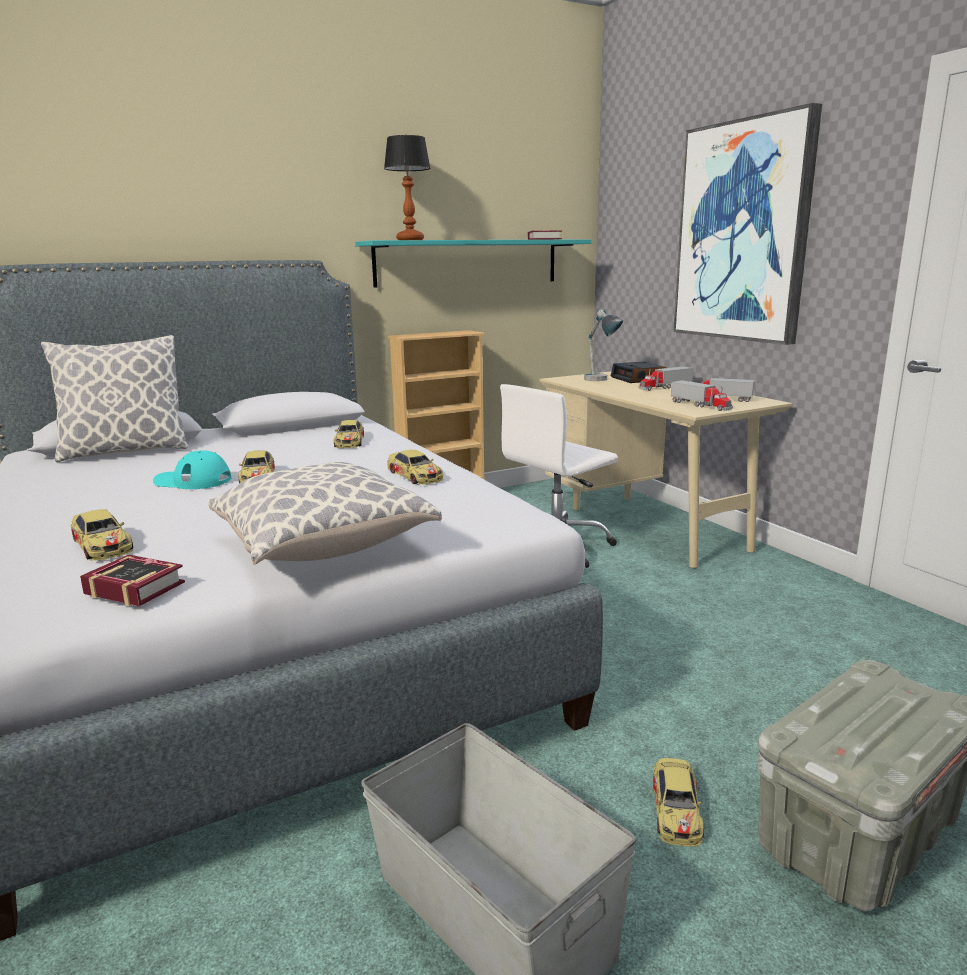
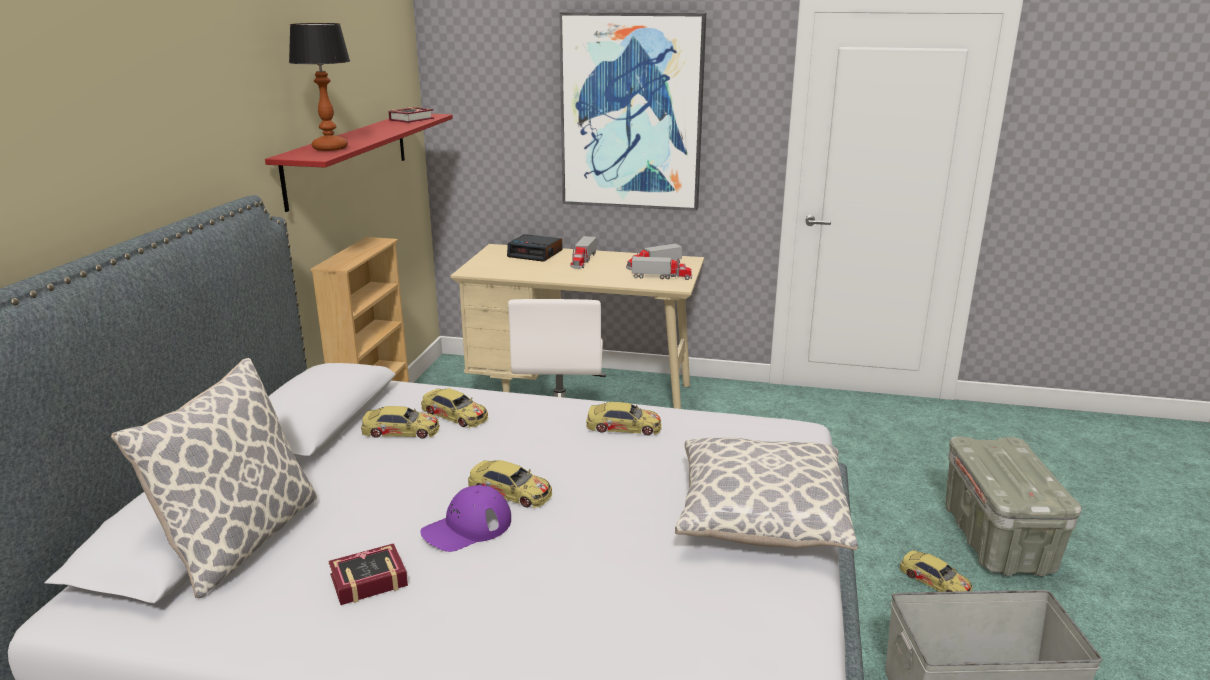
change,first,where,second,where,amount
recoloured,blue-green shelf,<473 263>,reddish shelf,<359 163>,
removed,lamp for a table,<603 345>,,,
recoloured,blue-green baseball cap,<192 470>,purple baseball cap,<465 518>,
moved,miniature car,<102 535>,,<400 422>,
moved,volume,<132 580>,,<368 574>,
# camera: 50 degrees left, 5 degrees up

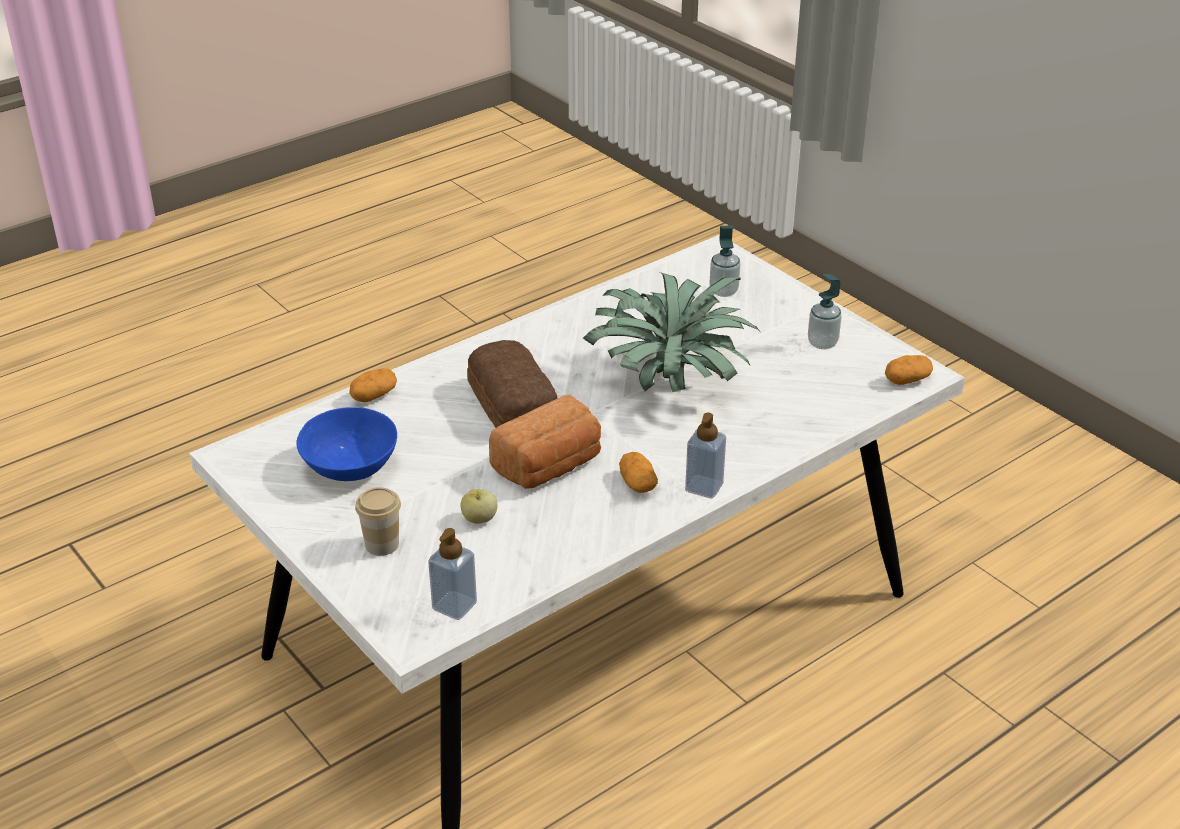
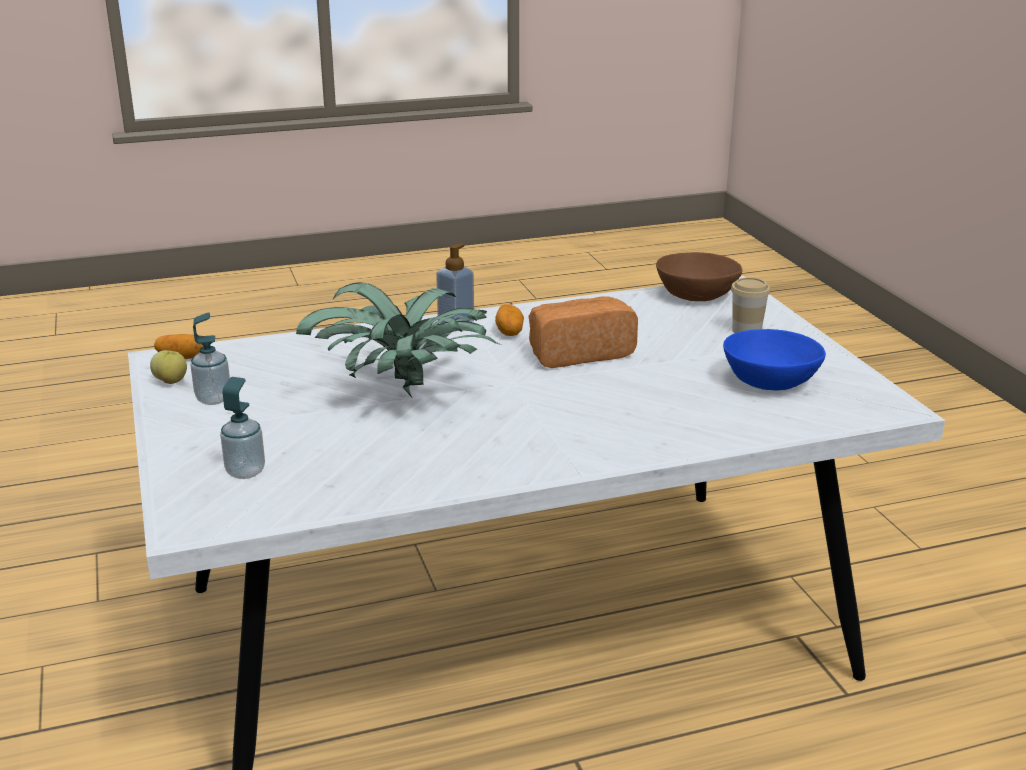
change,first,where,second,where,amount
removed,bread,<512 384>,,,
removed,spud,<373 385>,,,
moved,apple,<479 506>,,<168 367>,
replaced,soap bottle,<452 574>,brown bowl,<699 276>,
# camera: 160 degrees left, 10 degrees down

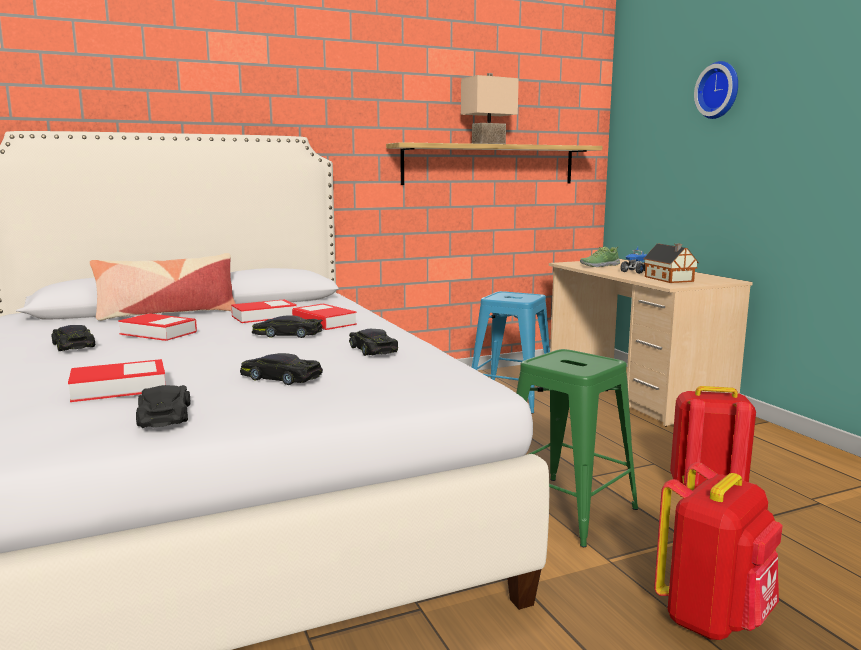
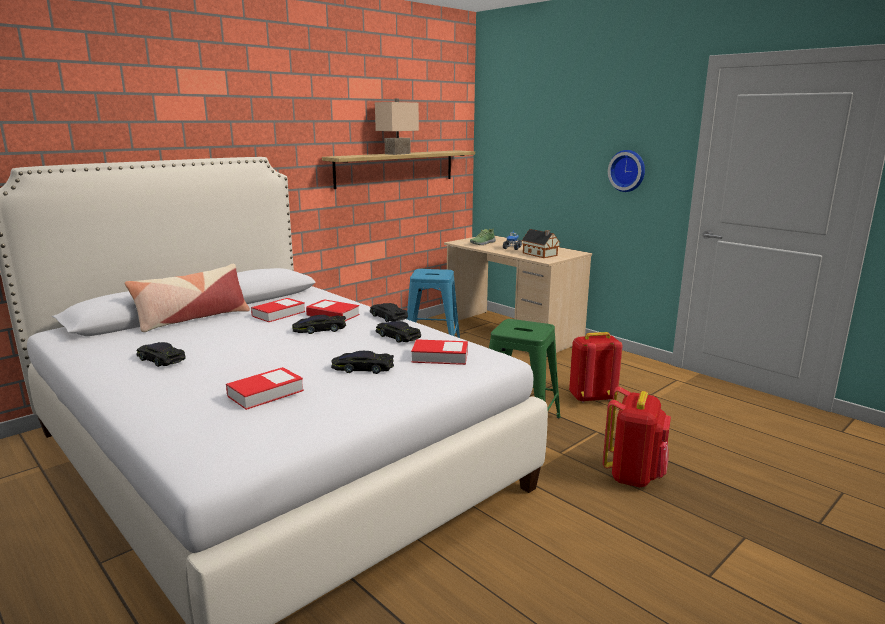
change,first,where,second,where,amount
moved,hanging clock,<716 90>,,<626 171>,
moved,volume,<157 327>,,<439 352>,
moved,black miniature car,<163 406>,,<389 312>,
# camera: 20 degrees left, 5 degrees up

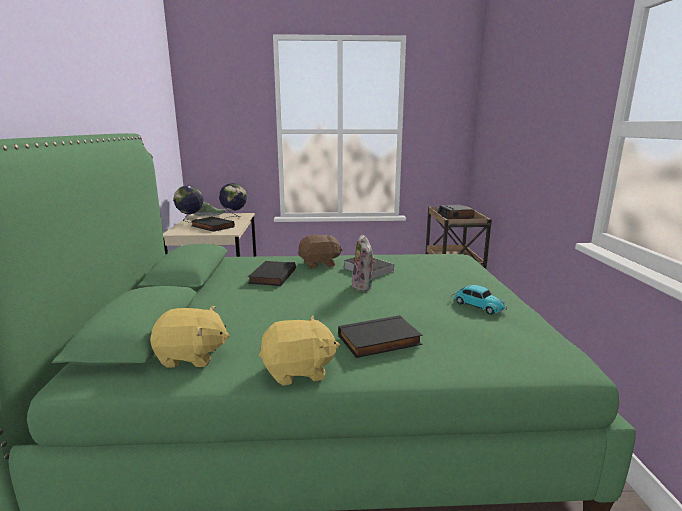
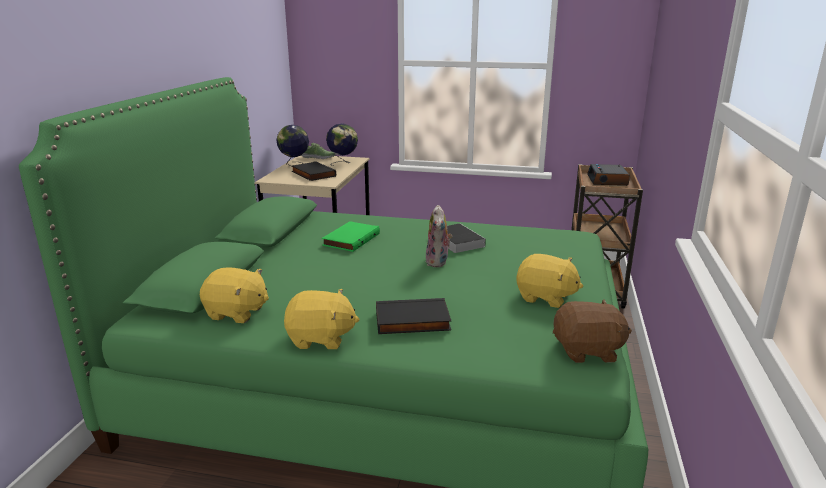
change,first,where,second,where,amount
moved,brown plush toy,<320 252>,,<592 331>,
recoloured,black volume,<272 273>,green-coloured volume,<351 236>,
replaced,miniature car,<479 300>,yellow-coloured plush toy,<549 281>,
# camera: 15 degrees right, 5 degrees up

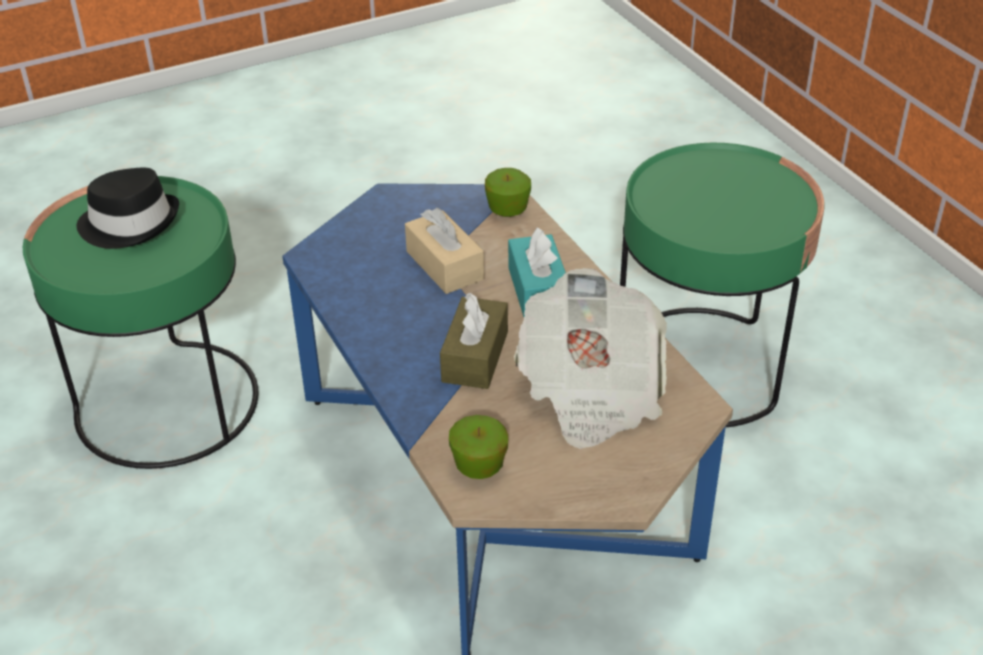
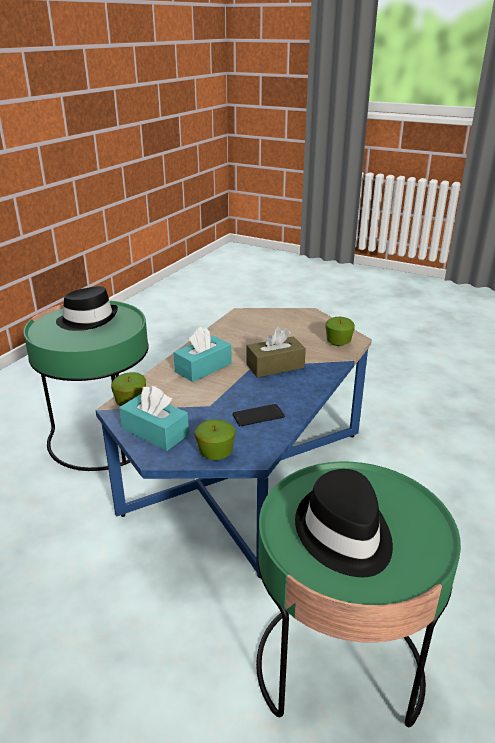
change,first,where,second,where,amount
removed,beige tissue holder,<444 251>,,,
removed,newspaper,<590 358>,,,
added,,,black hat,<87 308>,
added,,,blue-green tissue holder,<154 418>,
added,,,handset,<258 415>,
added,,,apple,<215 439>,
# camera: 125 degrees left, 10 degrees down

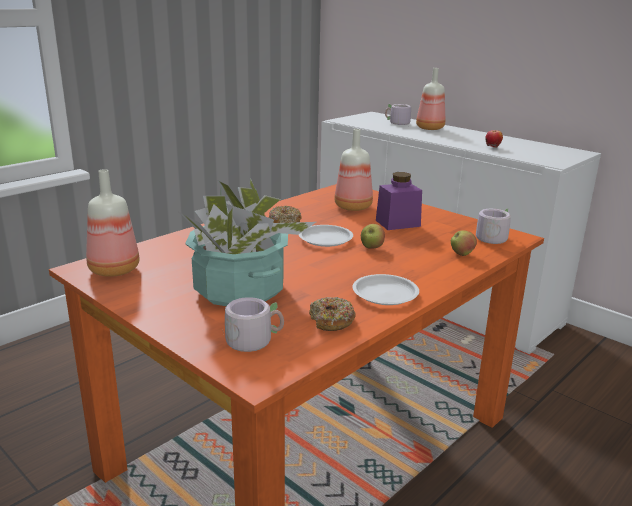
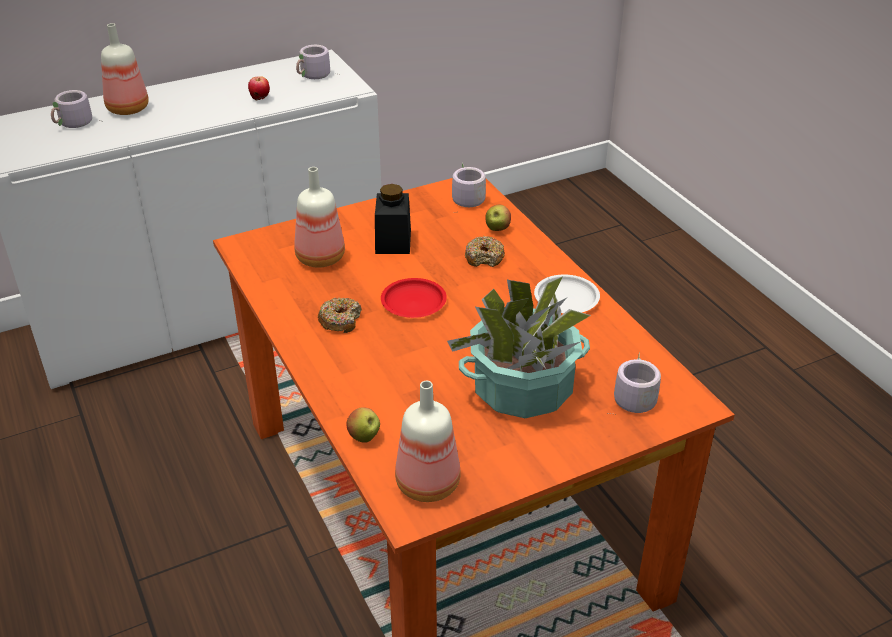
change,first,where,second,where,amount
recoloured,purple jar,<399 201>,black jar,<393 219>,
moved,apple,<373 236>,,<363 425>,
recoloured,whitish flat dish,<326 236>,reddish flat dish,<414 298>,
moved,doughnut,<332 314>,,<485 251>,
added,,,grey coffee mug,<317 62>,
# camera: 70 degrees left, 15 degrees up

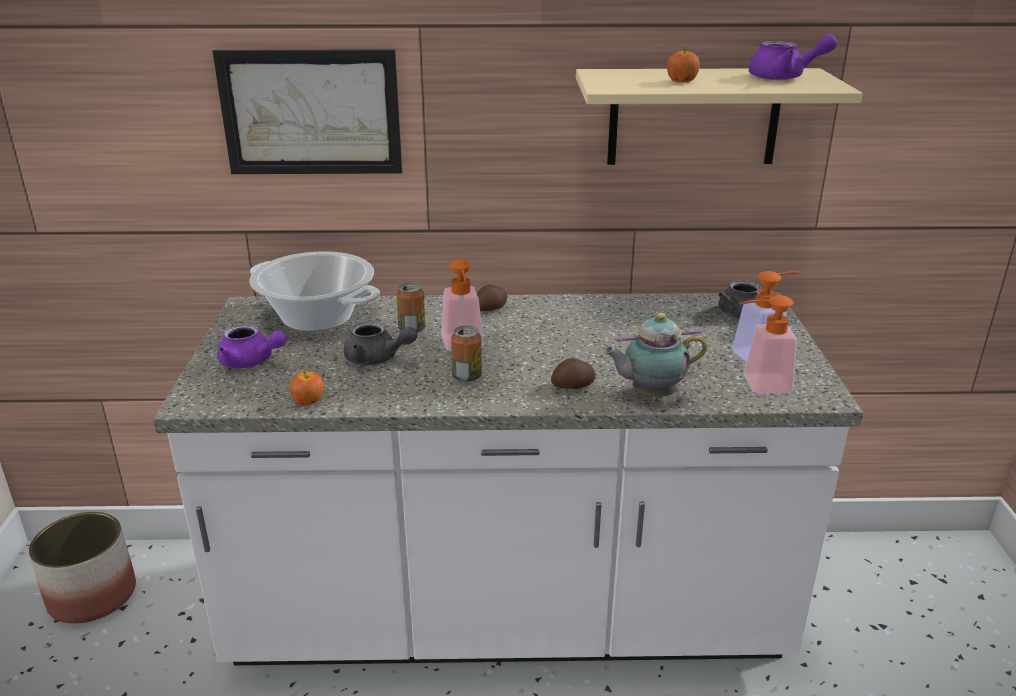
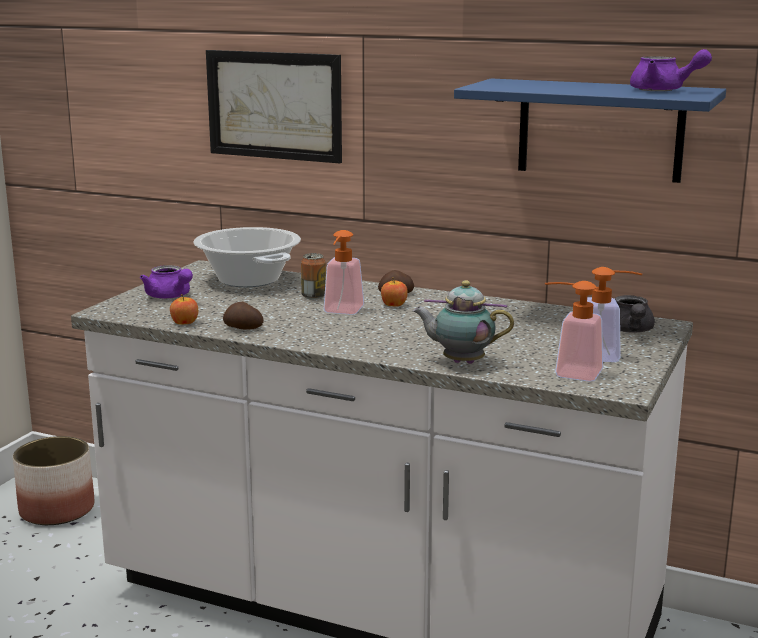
change,first,where,second,where,amount
moved,apple,<683 64>,,<394 291>,
recoloured,beige shelf,<719 116>,blue-coloured shelf,<590 130>,
removed,grey teapot,<380 343>,,,
removed,metal can,<466 353>,,,
moved,spud,<573 373>,,<243 316>,
# camera: 25 degrees right, 10 degrees down

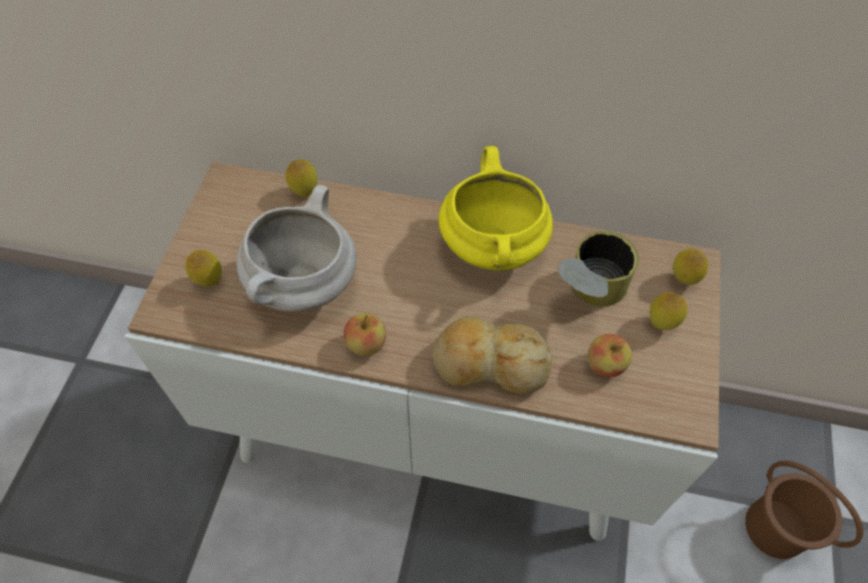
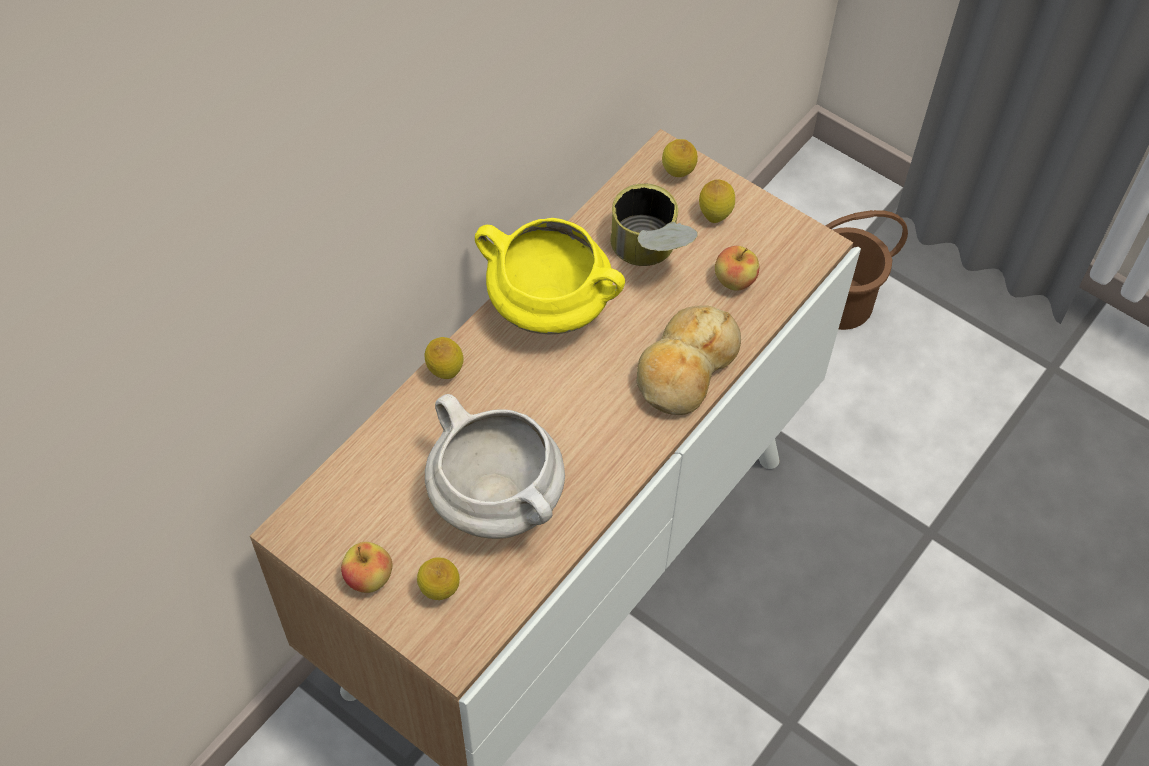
change,first,where,second,where,amount
moved,lemon,<301 178>,,<444 358>,
moved,apple,<365 335>,,<367 567>,
# camera: 65 degrees left, 0 degrees up

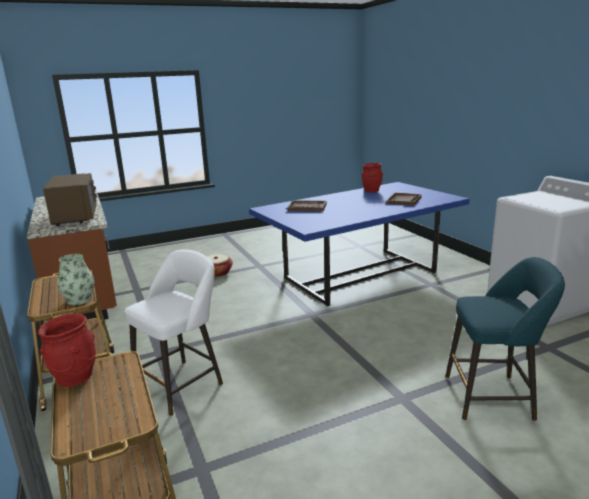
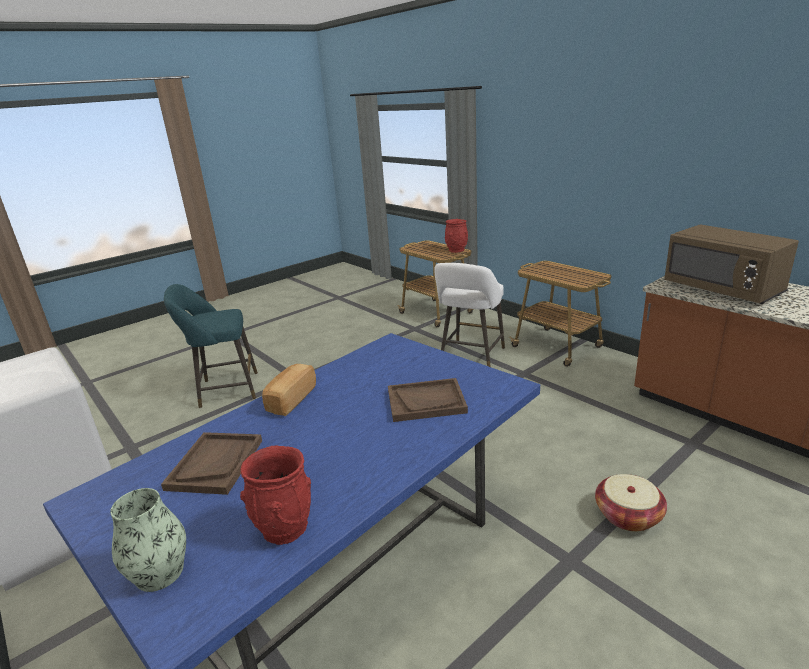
change,first,where,second,where,amount
moved,flower vase,<75 279>,,<148 540>,
added,,,bread,<289 390>,
# camera: 165 degrees right, 5 degrees up

